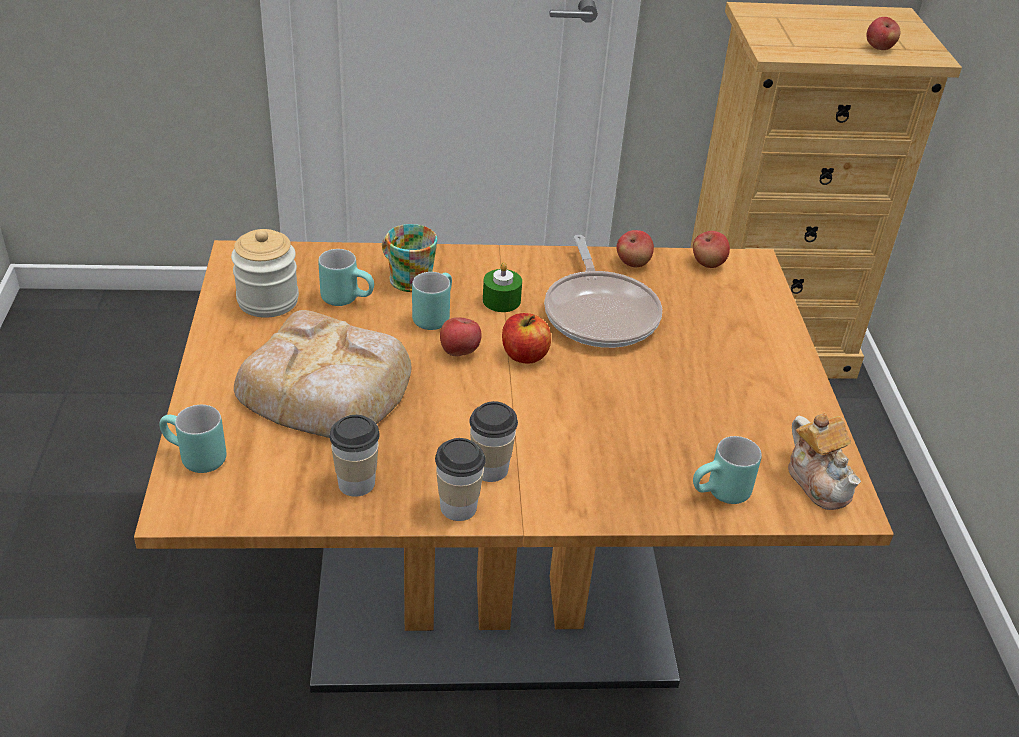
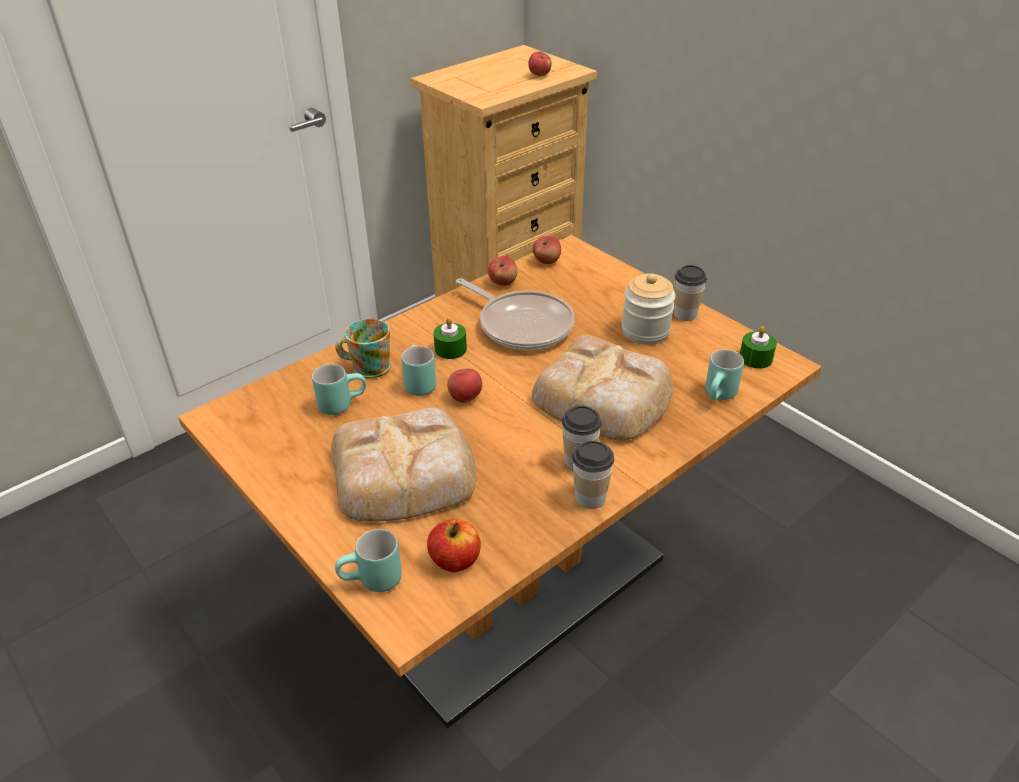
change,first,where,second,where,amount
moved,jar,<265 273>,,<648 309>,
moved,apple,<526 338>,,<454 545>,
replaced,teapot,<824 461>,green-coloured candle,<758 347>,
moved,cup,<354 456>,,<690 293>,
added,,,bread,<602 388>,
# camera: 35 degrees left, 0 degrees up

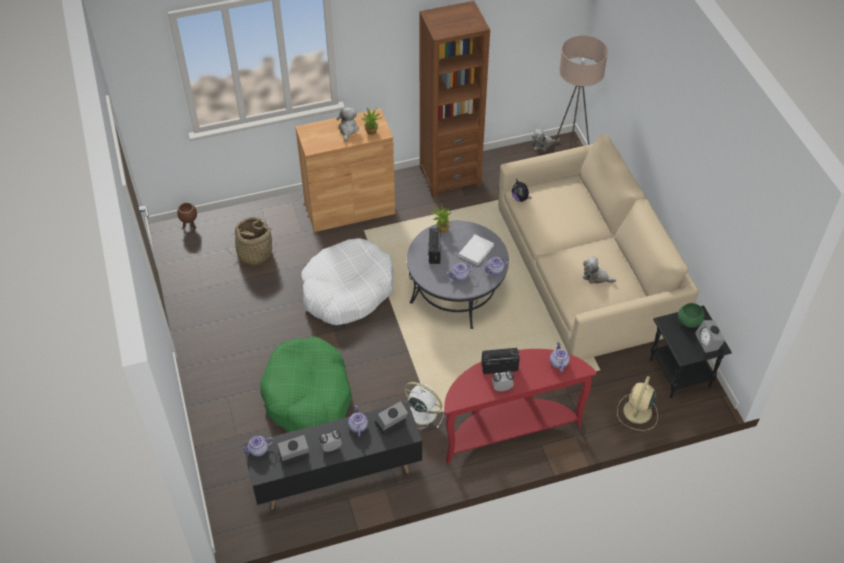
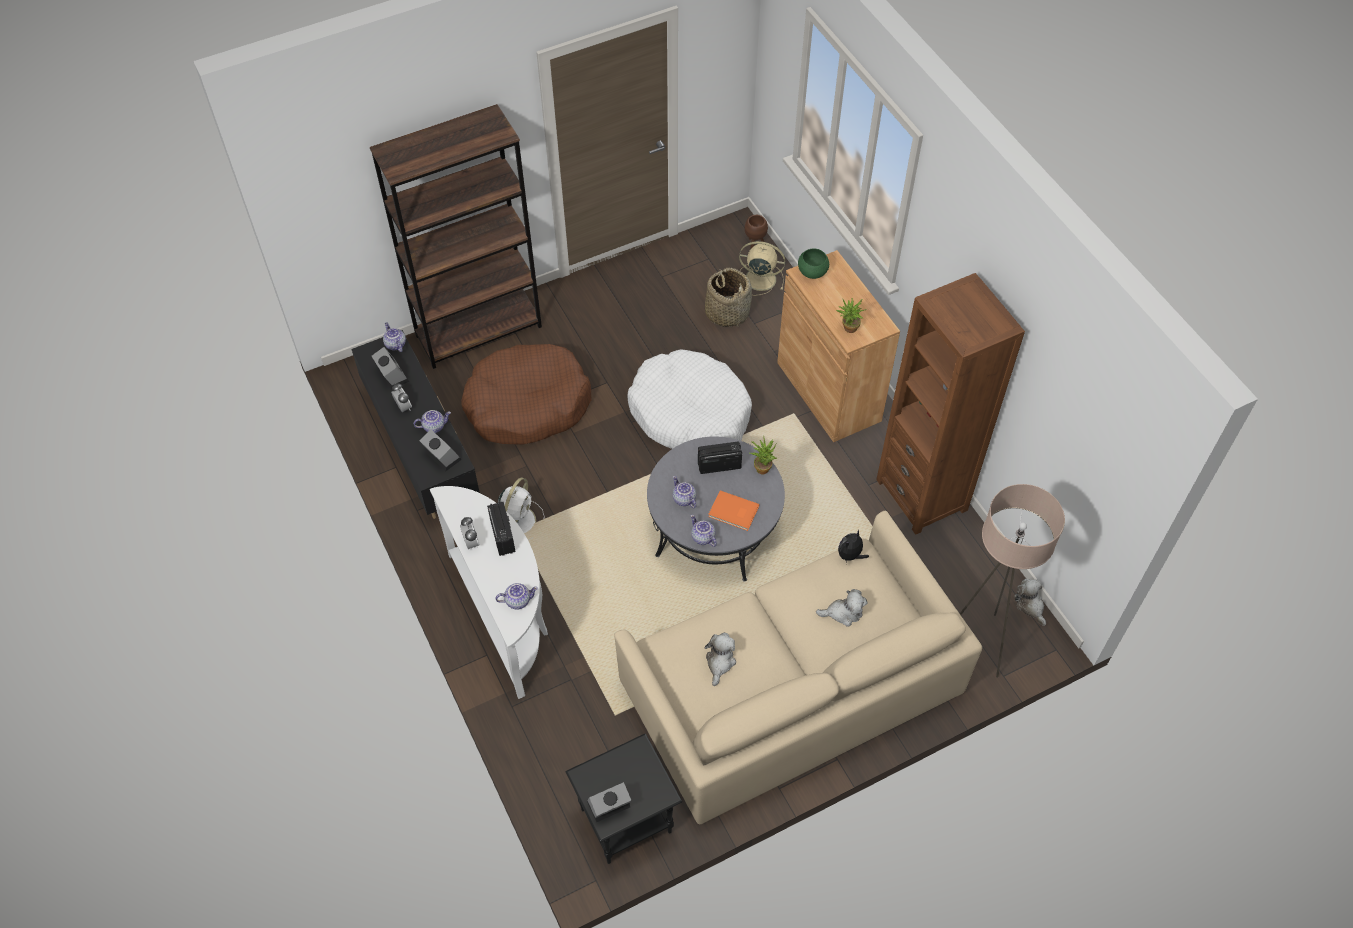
change,first,where,second,where,amount
moved,plush toy,<348 124>,,<842 608>,
recoloured,whitish volume,<476 250>,orangey volume,<733 510>,
moved,green-coloured bowl,<691 315>,,<813 263>,
recoloured,green-coloured pet bed,<306 384>,brown pet bed,<526 394>,
recoloured,reddish narrow table,<520 406>,whitish narrow table,<489 592>,
moved,beige electric fan,<637 403>,,<762 268>,
added,,,brown bookshelf,<456 236>,
# camera: 80 degrees right, 5 degrees up

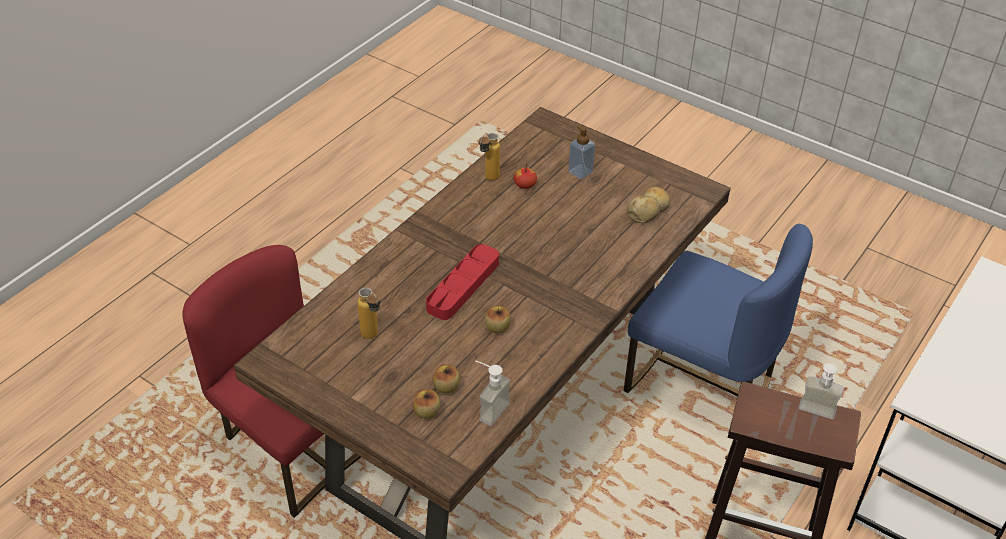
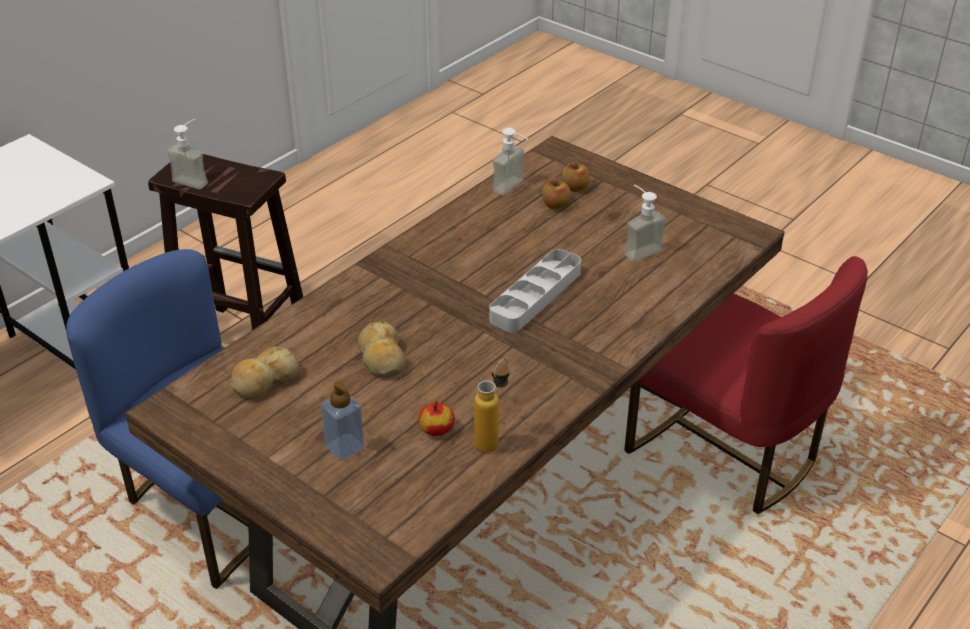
change,first,where,second,where,amount
recoloured,reddish carrying tray,<462 282>,grey carrying tray,<535 290>,
replaced,drink bottle,<368 313>,soap bottle,<645 223>,
removed,apple,<498 319>,,,
added,,,bread,<382 349>,
# camera: 175 degrees left, 5 degrees down

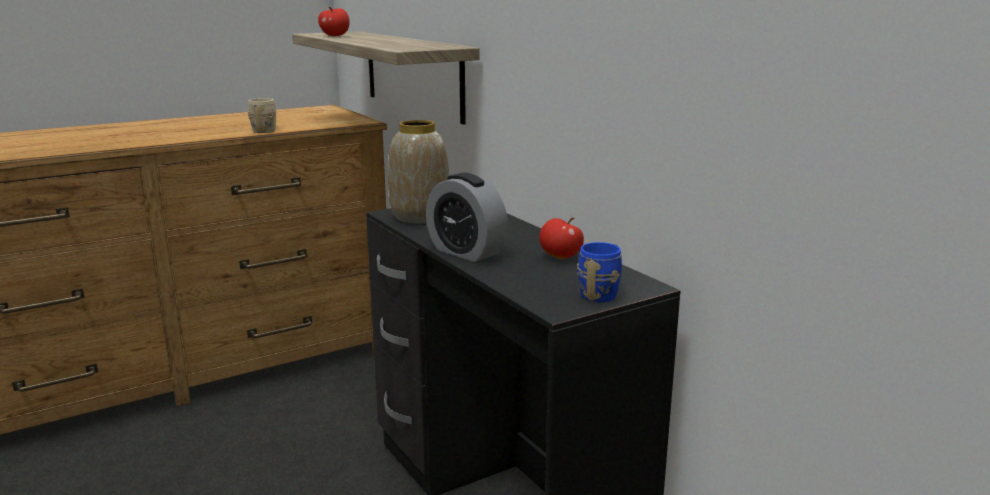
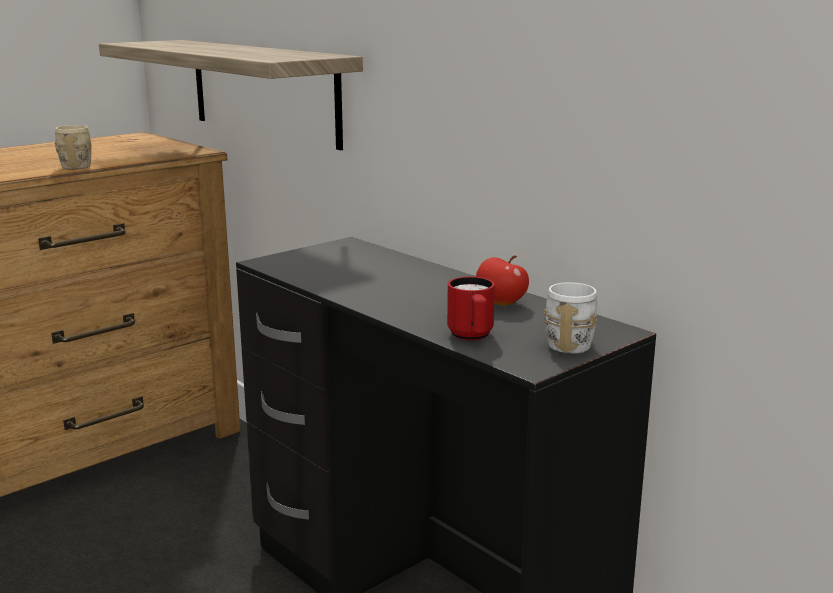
change,first,where,second,where,amount
removed,apple,<334 21>,,,
removed,flower vase,<418 172>,,,
removed,table clock,<467 217>,,,
recoloured,blue-coloured coffee mug,<599 272>,whitish coffee mug,<570 318>,
added,,,reddish coffee mug,<471 308>,
# camera: 10 degrees left, 0 degrees up

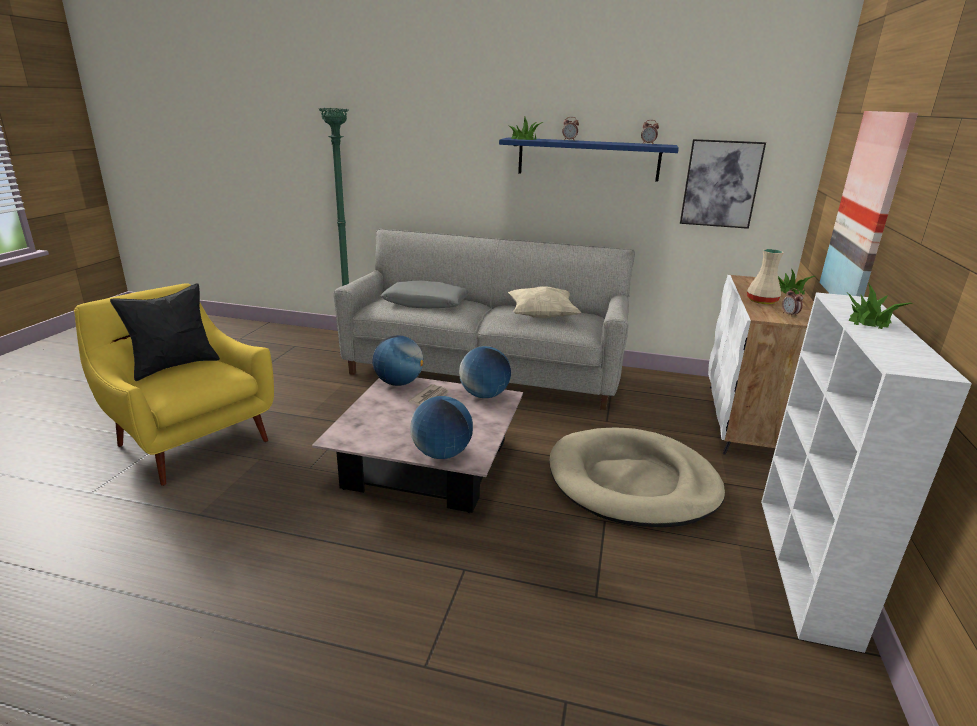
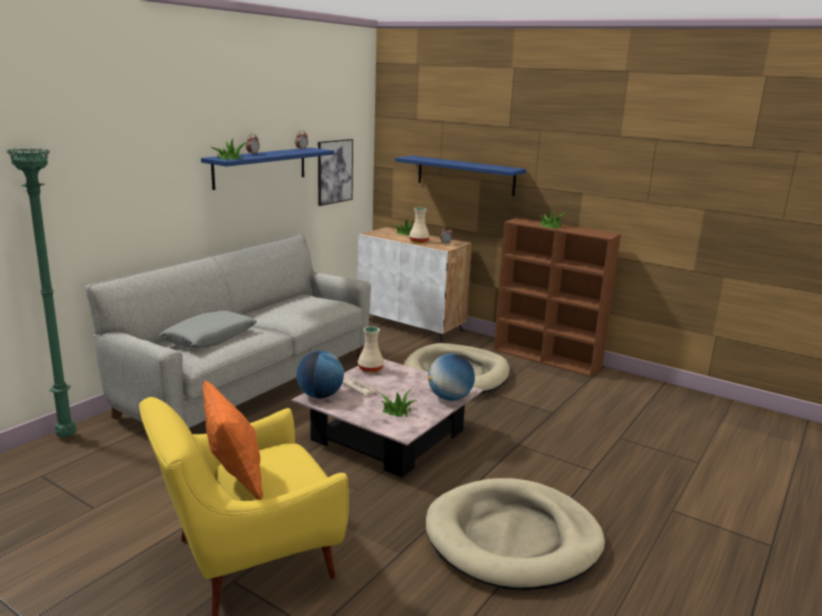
change,first,where,second,where,amount
replaced,wall art,<868 204>,blue-coloured shelf,<461 176>,
recoloured,black throw pillow,<165 332>,orangey throw pillow,<232 440>,
removed,beige throw pillow,<544 302>,,,
recoloured,whitish bookshelf,<866 472>,brown bookshelf,<557 297>,
replaced,globe,<485 372>,beige flower vase,<371 350>,
added,,,potted plant,<399 403>,
added,,,beige pet bed,<515 534>,
# camera: 70 degrees left, 5 degrees down

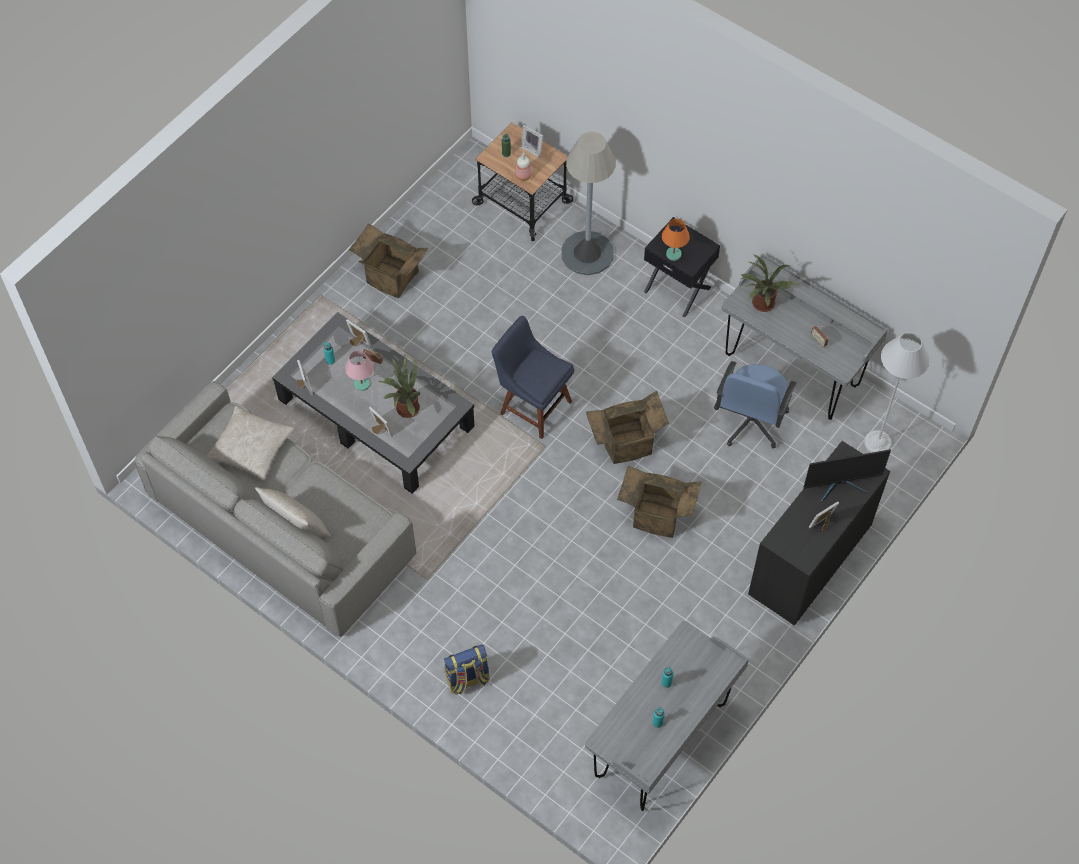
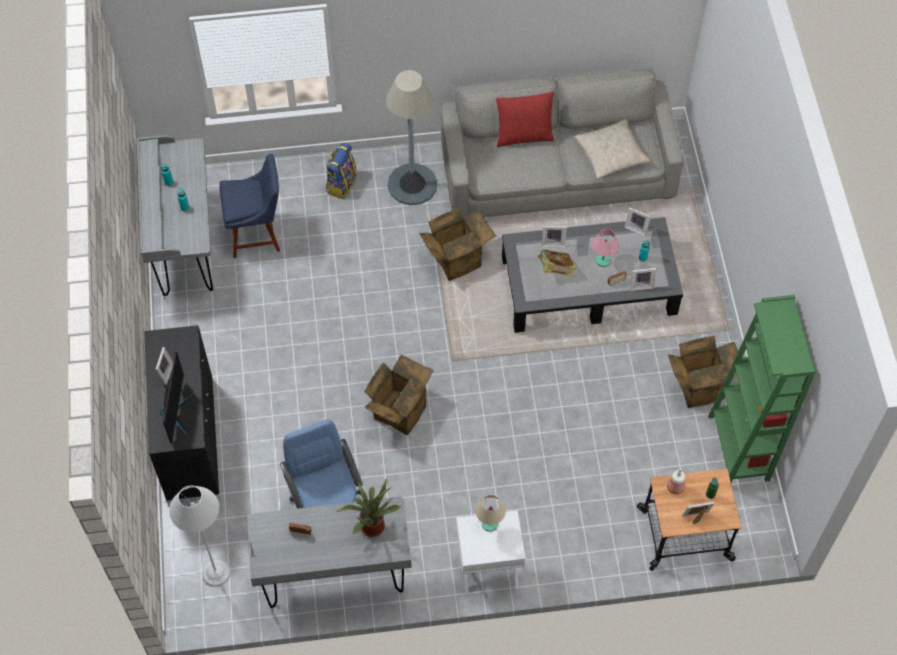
change,first,where,second,where,amount
moved,grey standing lamp,<589 203>,,<411 137>,
recoloured,black bedside table,<682 267>,whitish bedside table,<490 552>,
recoloured,orangey lamp for a table,<676 240>,beige lamp for a table,<491 513>,
moved,blue-coloured plain chair,<533 377>,,<249 206>,
replaced,potted plant,<399 387>,volume,<557 263>,
turned,computer screen,<847 476>,,<176 397>,150 degrees clockwise
moved,carton,<659 502>,,<457 244>,
recoloured,beige throw pillow,<293 512>,reddish throw pillow,<525 119>,
added,,,green-coloured bookshelf,<762 389>,
# camera: 135 degrees right, 0 degrees up

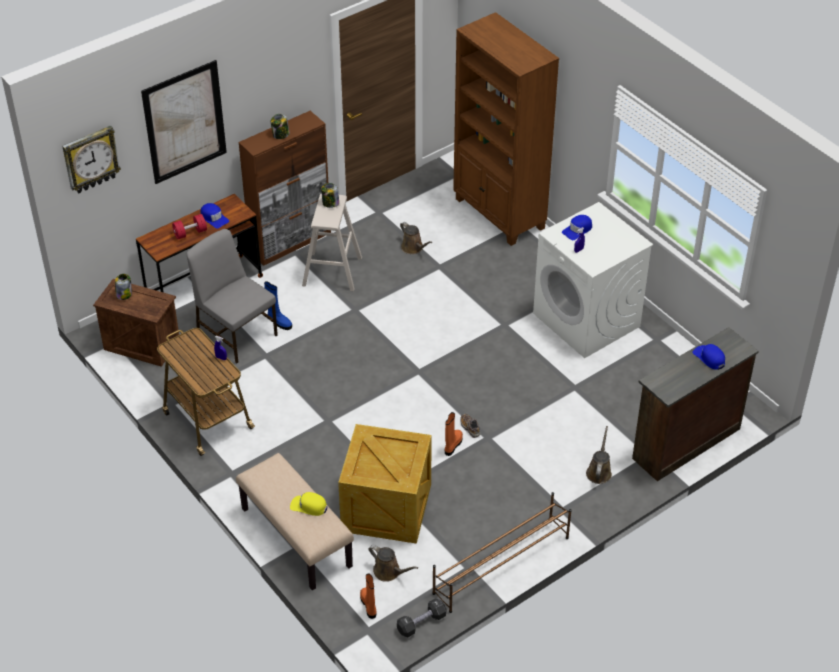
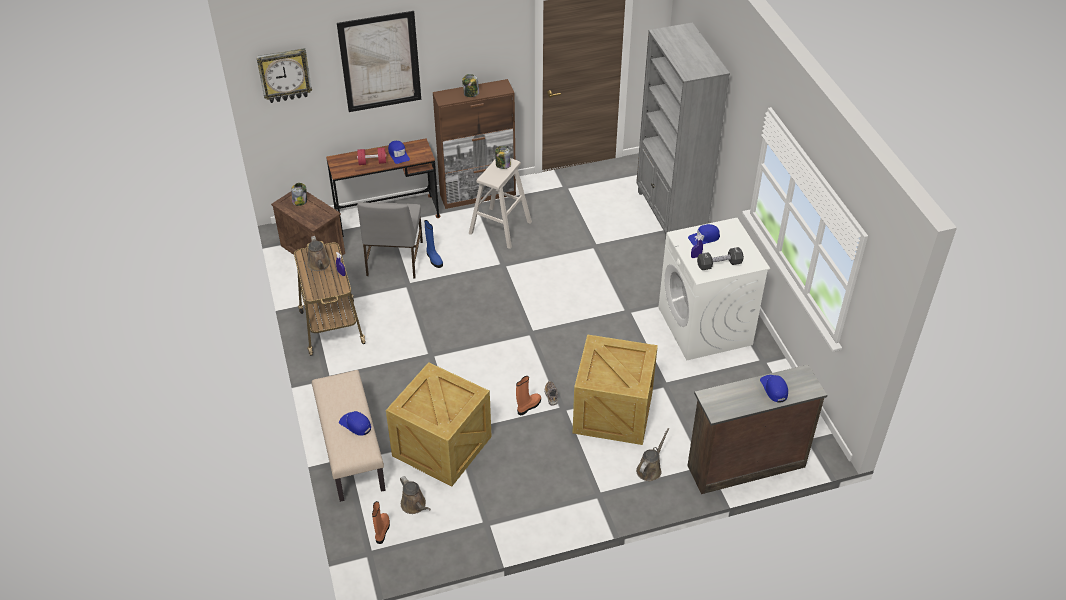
change,first,where,second,where,amount
recoloured,brown bookshelf,<506 129>,grey bookshelf,<683 131>,
moved,brown watering can,<416 238>,,<319 253>,
turned,grey plain chair,<232 296>,,<390 240>,150 degrees counterclockwise
recoloured,yellow-coloured baseball cap,<308 504>,blue-coloured baseball cap,<355 423>,
removed,brown shoe stand,<502 552>,,,
moved,black dumbbell,<421 618>,,<720 258>,
added,,,packing crate,<615 389>,
# camera: 20 degrees right, 0 degrees up

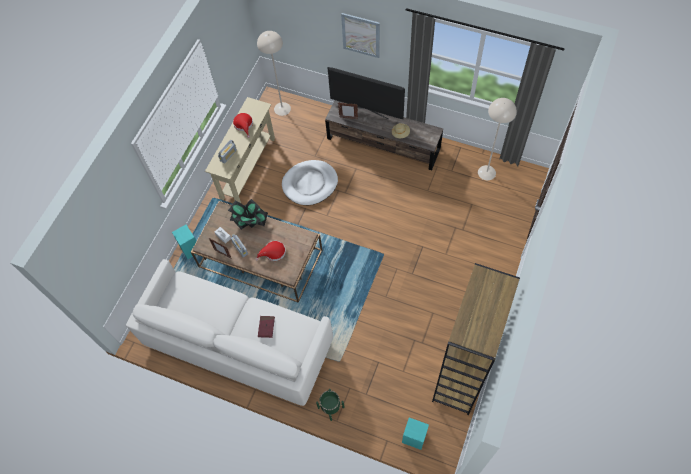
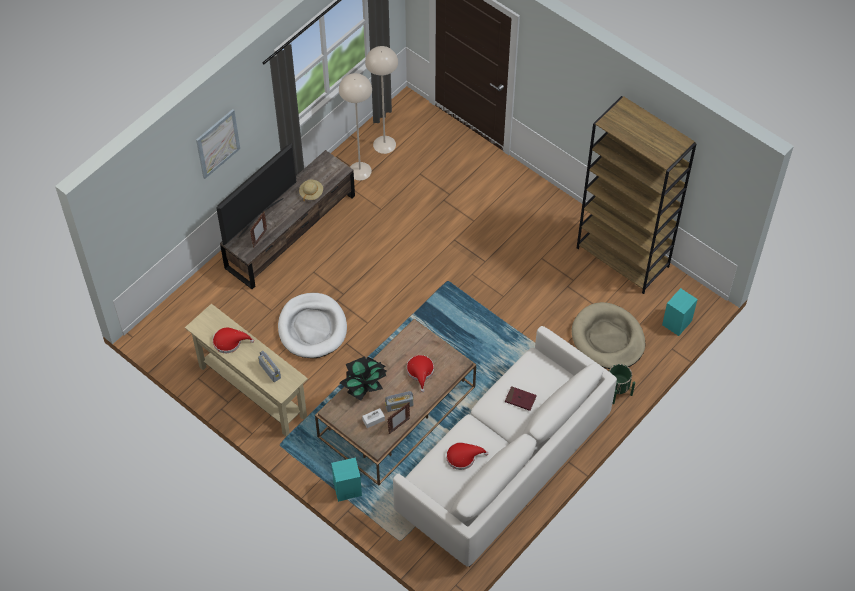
change,first,where,second,where,amount
moved,beige standing lamp,<274 73>,,<355 126>,
added,,,beige pet bed,<608 335>,
added,,,reddish hat,<467 456>,
# camera: 75 degrees left, 5 degrees down

